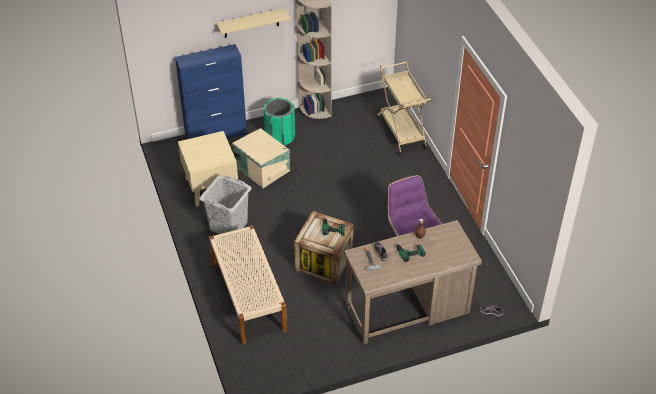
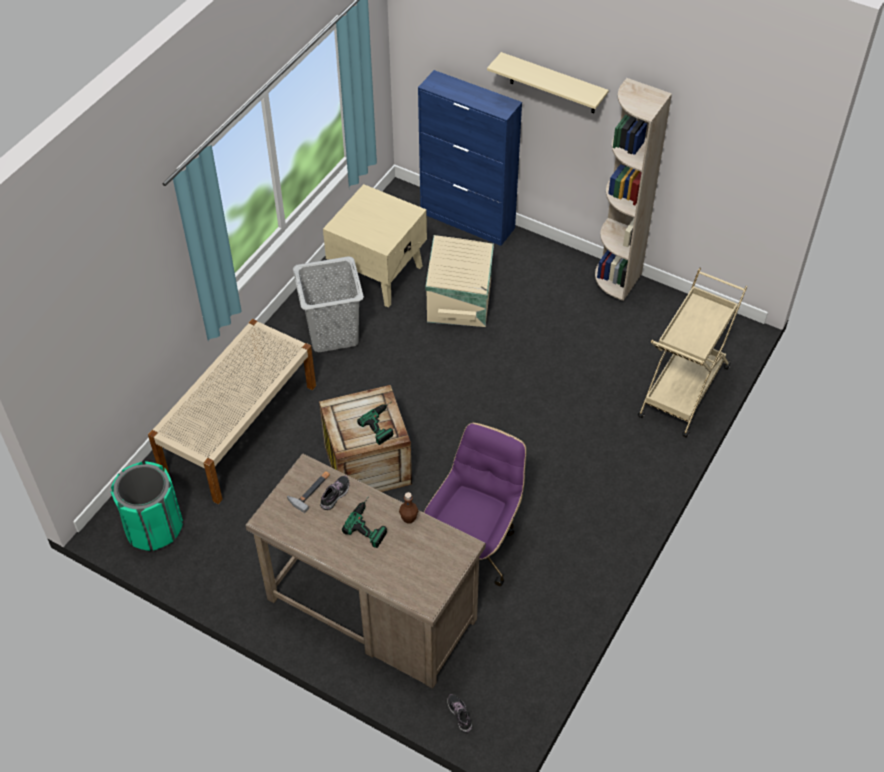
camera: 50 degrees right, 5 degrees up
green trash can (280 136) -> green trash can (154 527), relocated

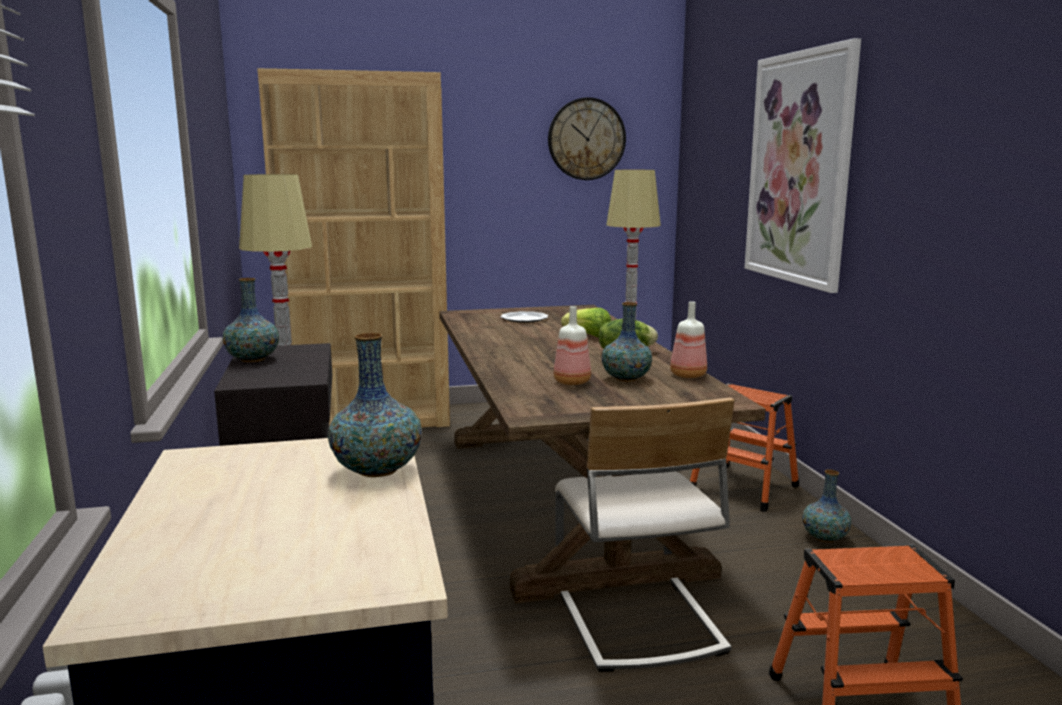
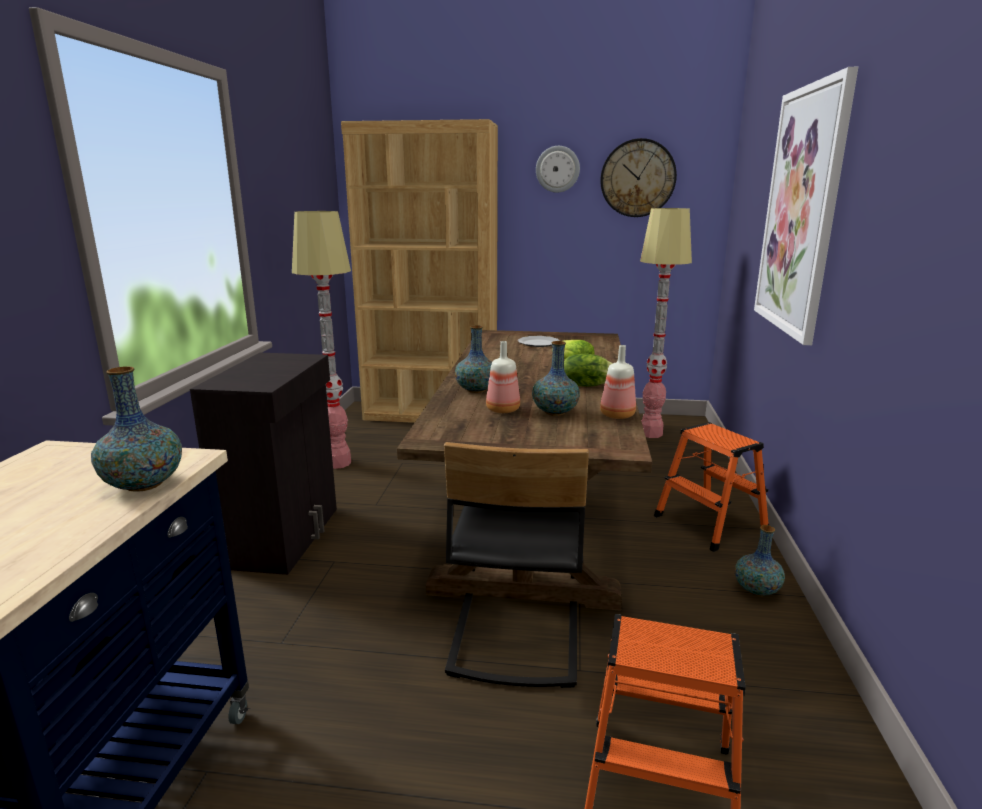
camera: 20 degrees right, 5 degrees up
none -> wall clock (557 169)
vase (253 359) -> vase (476 390), relocated
beige chair (635 618) -> black chair (515 632)

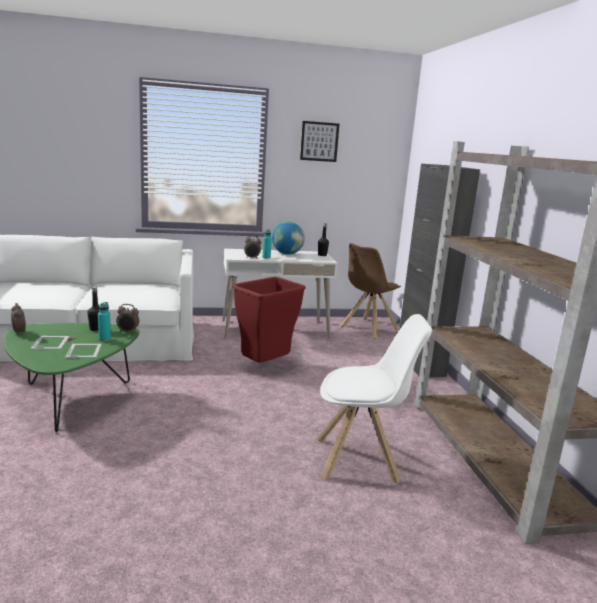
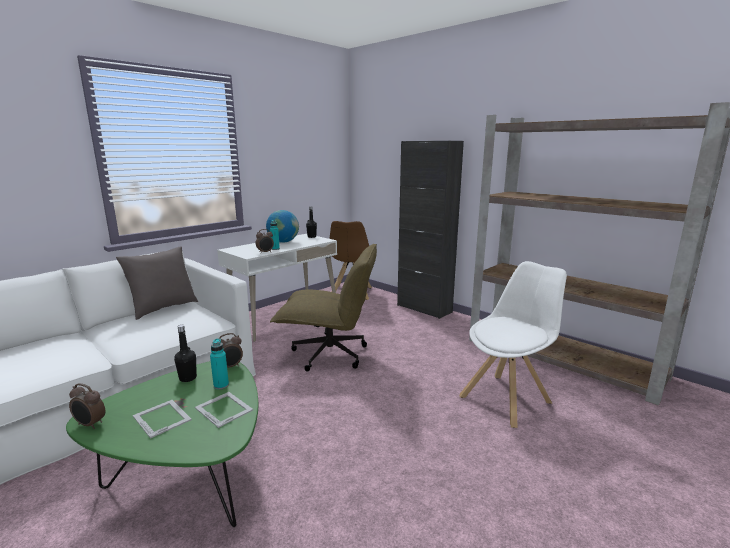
camera: 35 degrees left, 0 degrees up
picture (319 141) -> none
none -> grey pillow (163 308)
red trash can (265 367) -> beige office chair (328 354)

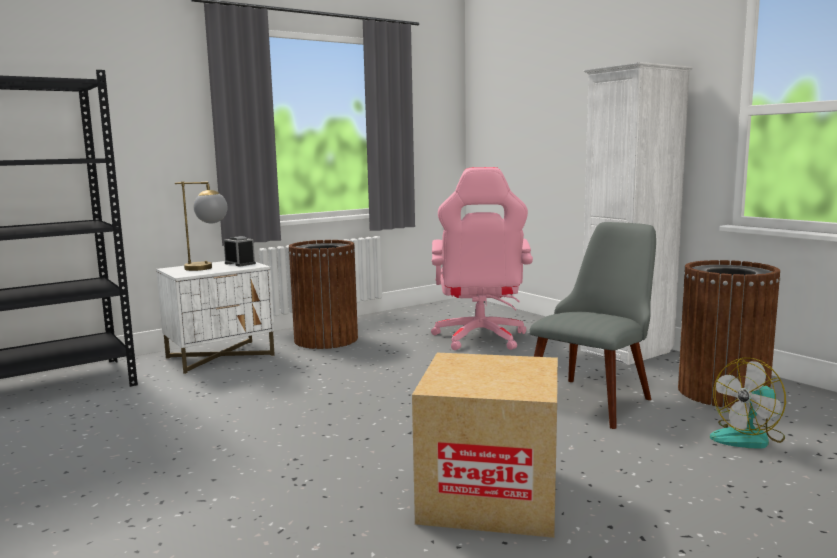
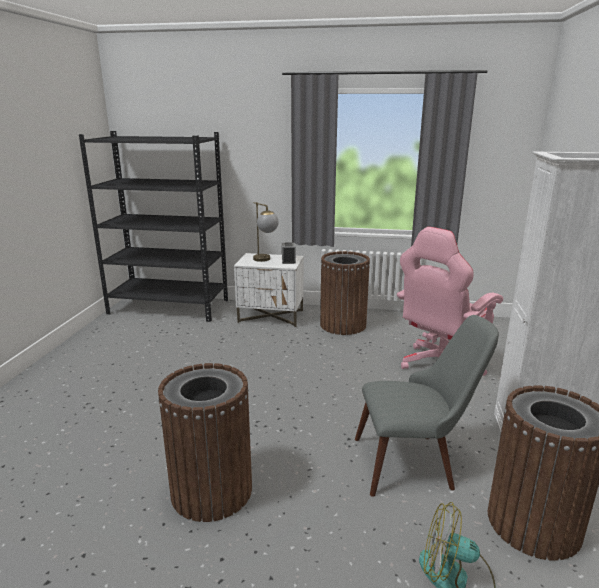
camera: 45 degrees right, 10 degrees up
cardboard box (490 496) -> brown trash can (211 491)

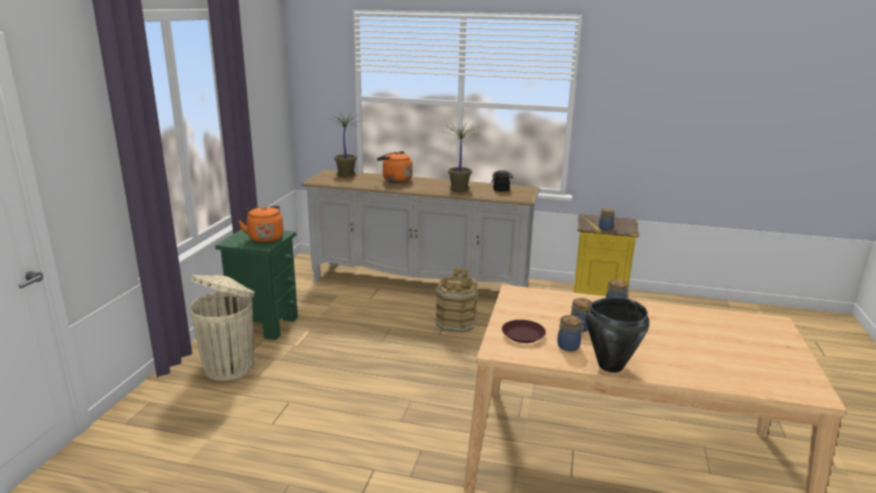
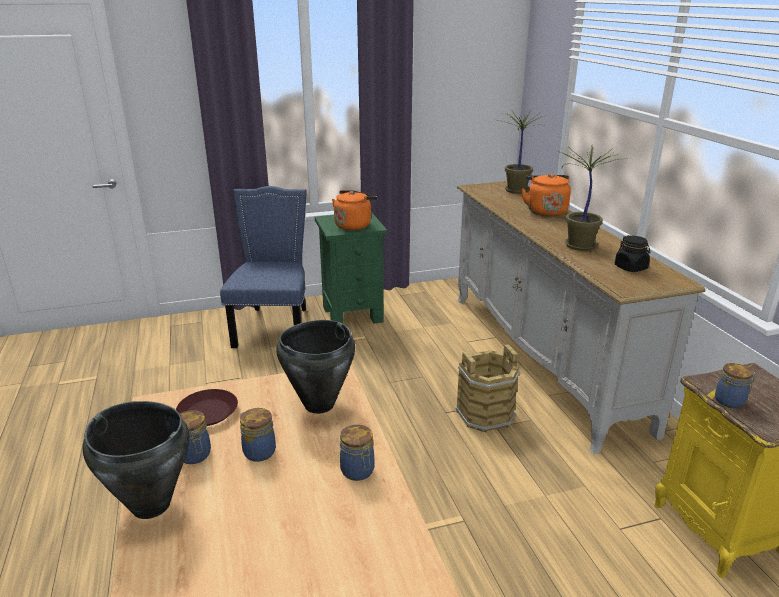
camera: 60 degrees right, 5 degrees up
none -> black cooking pot (318 404)
beige trash can (230 366) -> blue chair (273 329)

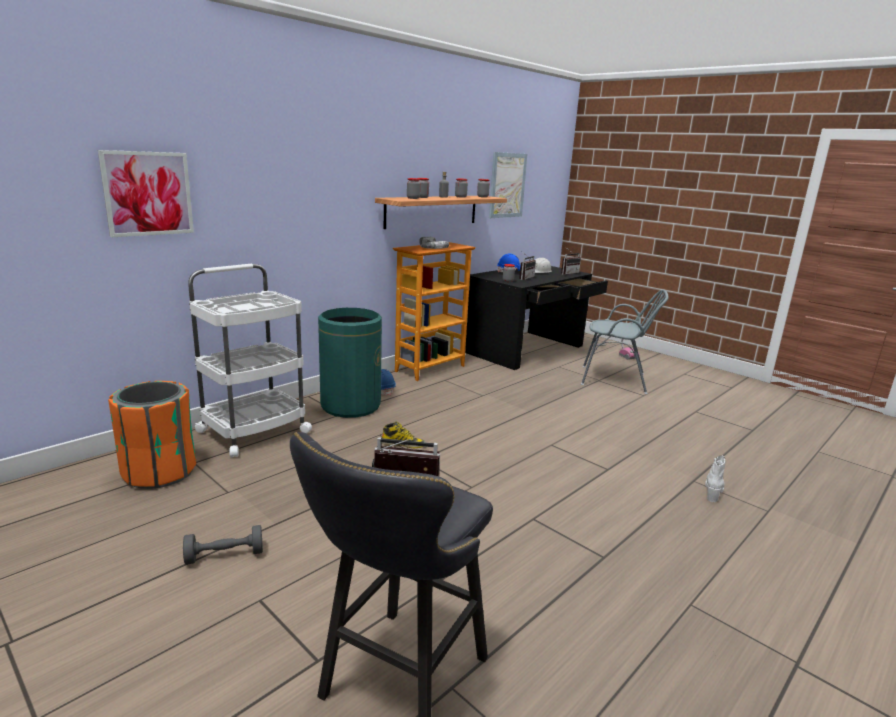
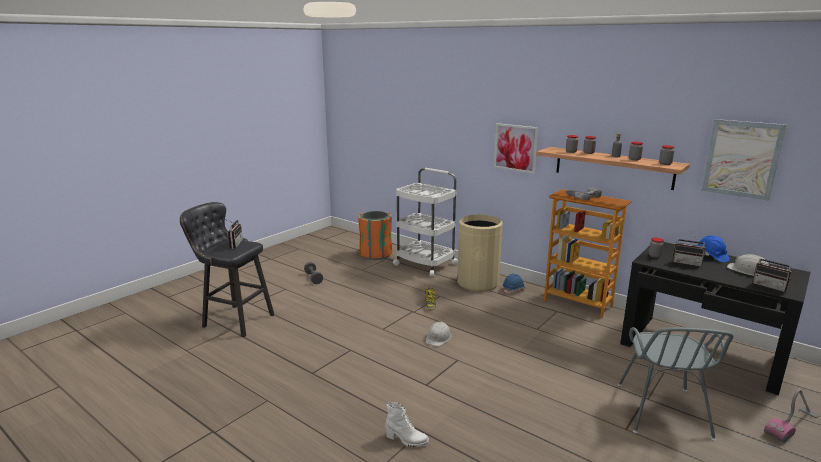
camera: 85 degrees right, 0 degrees up
none -> white hard hat (438 337)
picture (148 193) -> picture (515 148), relocated
green trash can (350 405) -> beige trash can (478 283)

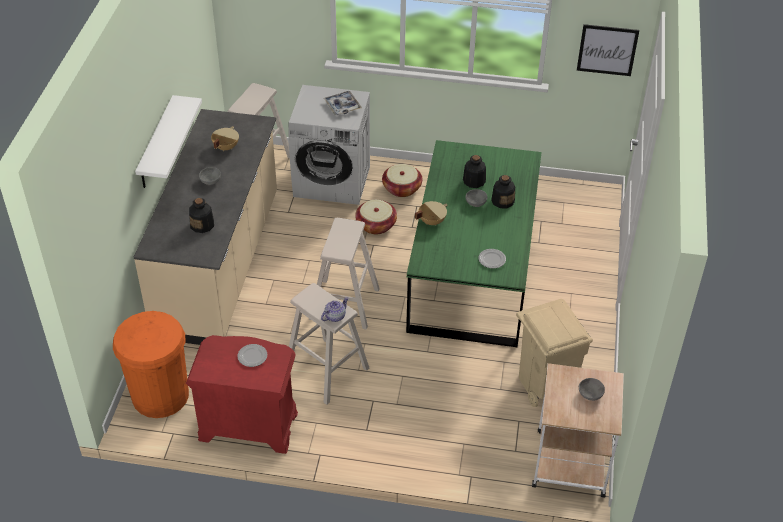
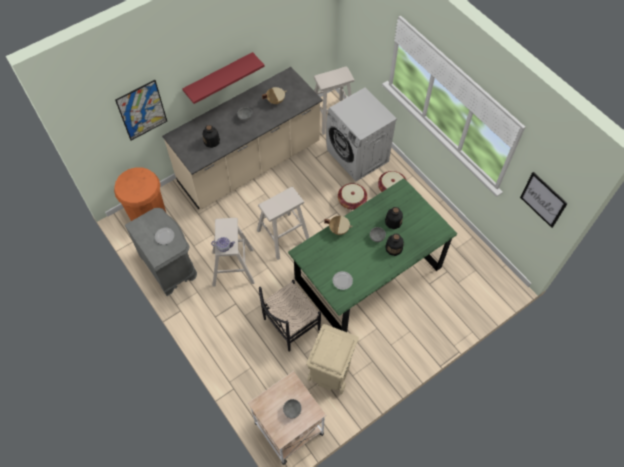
camera: 45 degrees right, 15 degrees up
tray (342 106) -> none
none -> picture (142 110)
none -> black chair (289 325)
white shelf (156 144) -> red shelf (219 77)
red nightstand (249 422) -> grey nightstand (169 264)

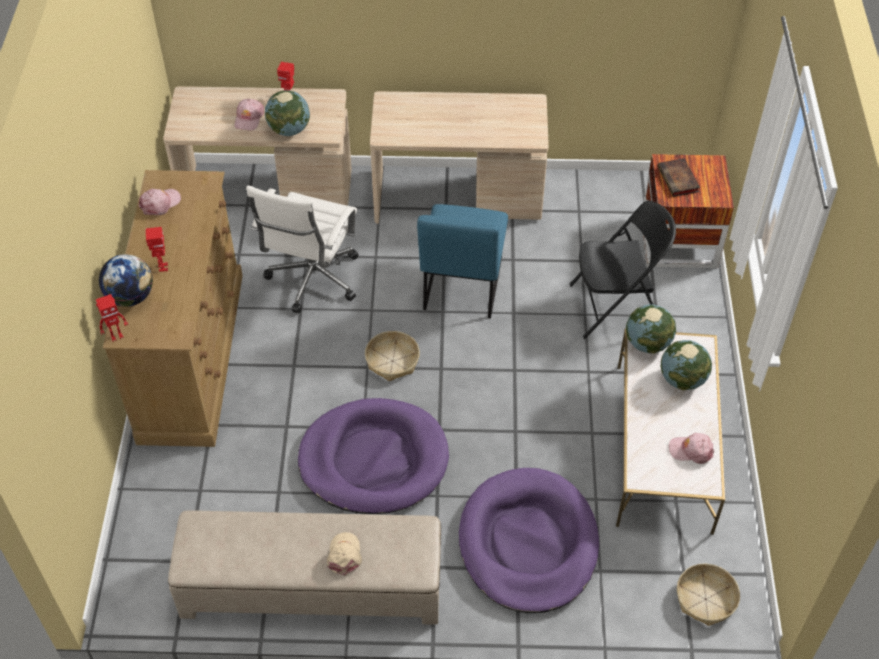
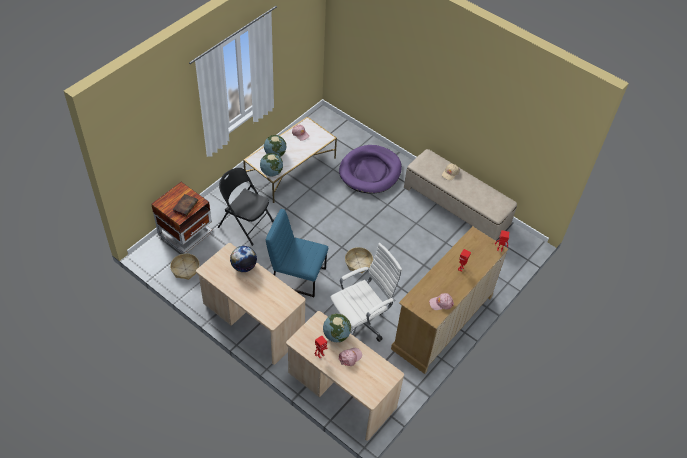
camera: 145 degrees left, 0 degrees up
purple dog bed (373 460) -> none
globe (131 297) -> globe (244 266), relocated
basket (705 599) -> basket (185 269), relocated
blue chair (461 285) -> blue chair (297 275), 120 degrees counterclockwise

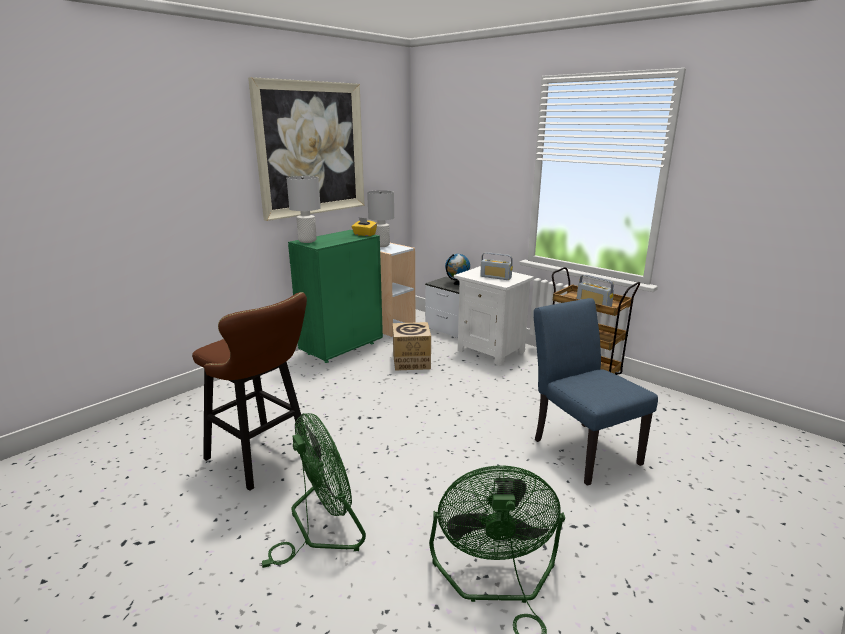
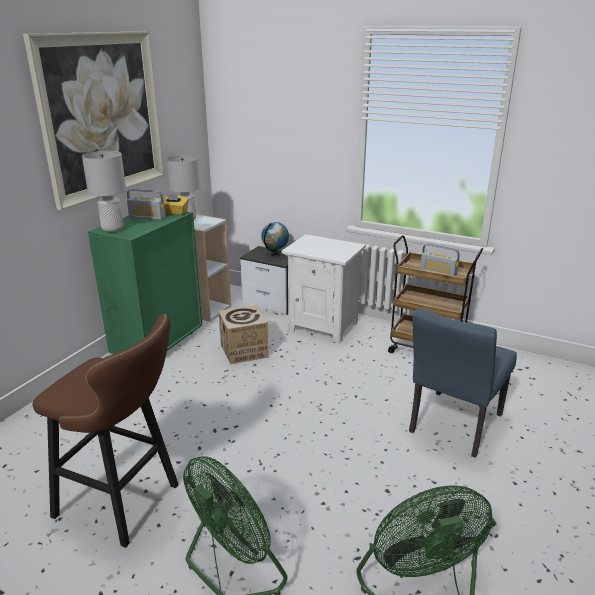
camera: 15 degrees left, 5 degrees up
radio (496 277) -> radio (147 217), relocated
blue chair (580 447) -> blue chair (452 427), 105 degrees counterclockwise

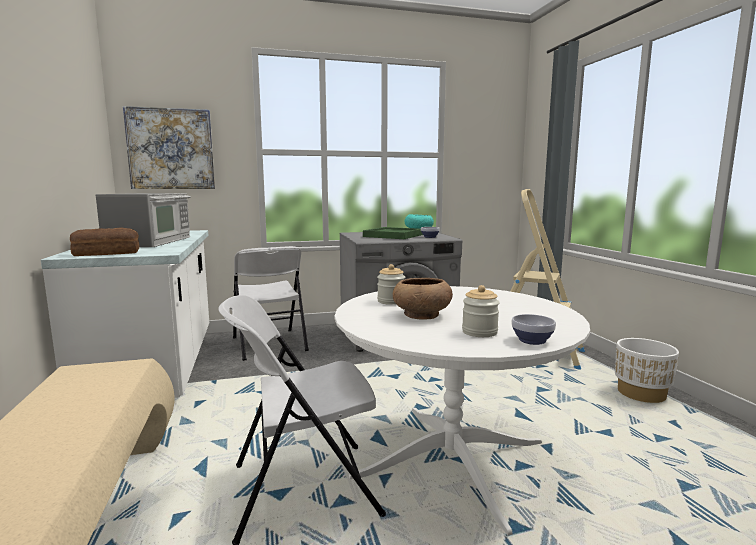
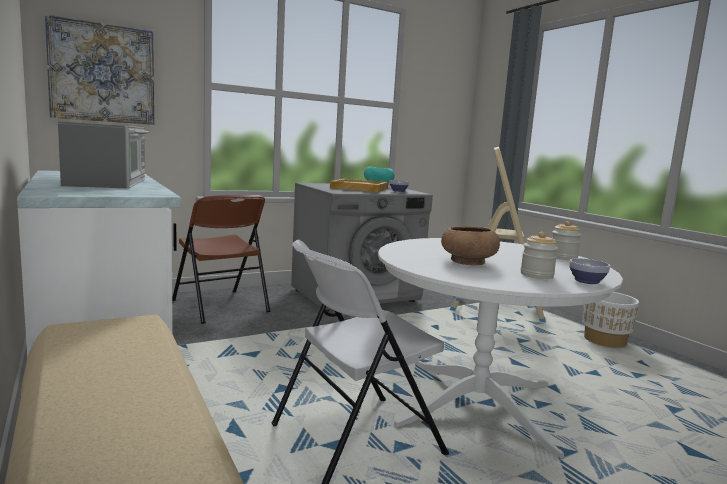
camera: 15 degrees left, 0 degrees up
bread (106 253) -> none
jar (391 301) -> jar (563 257), relocated
white chair (269 344) -> brown chair (219 306)
green tray (392 235) -> beige tray (359 188)

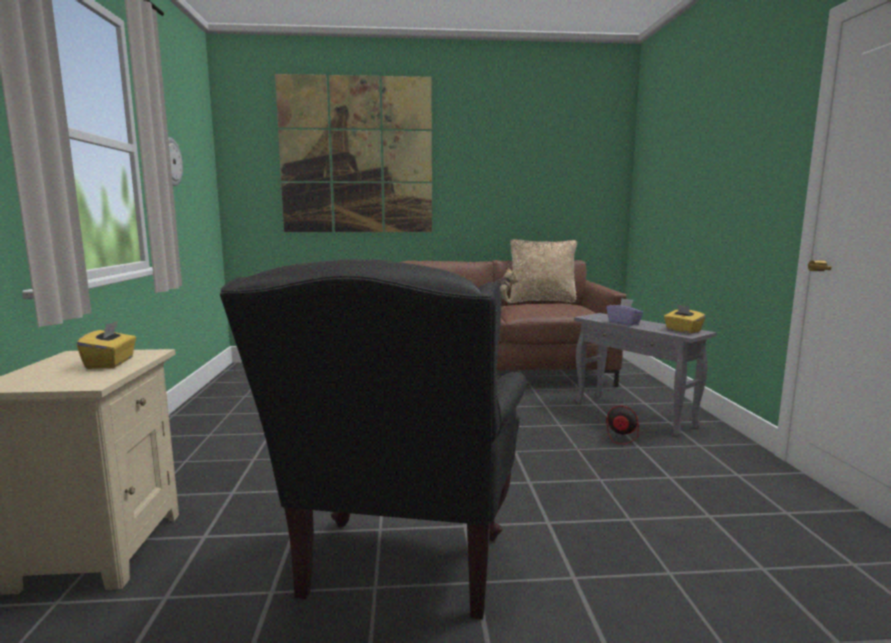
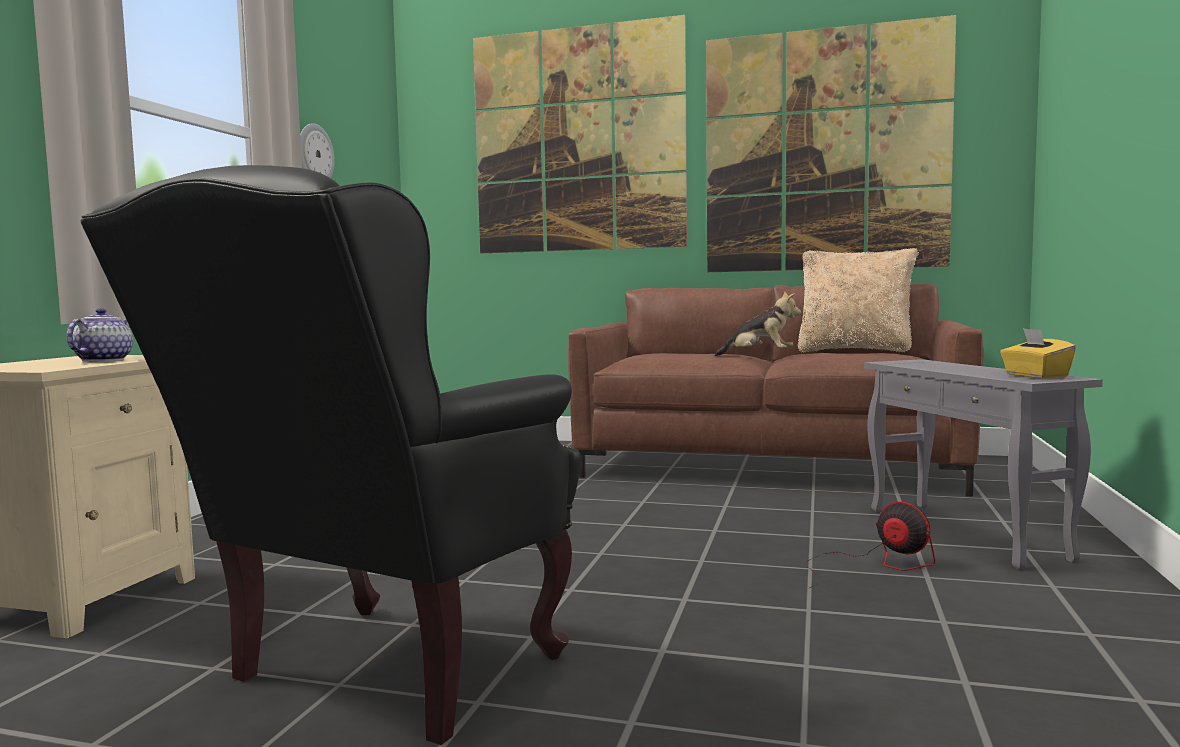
camera: 20 degrees right, 5 degrees down
purple tissue box (624 323) -> none
none -> picture (824 151)
yellow tissue box (111 363) -> teapot (104 360)

